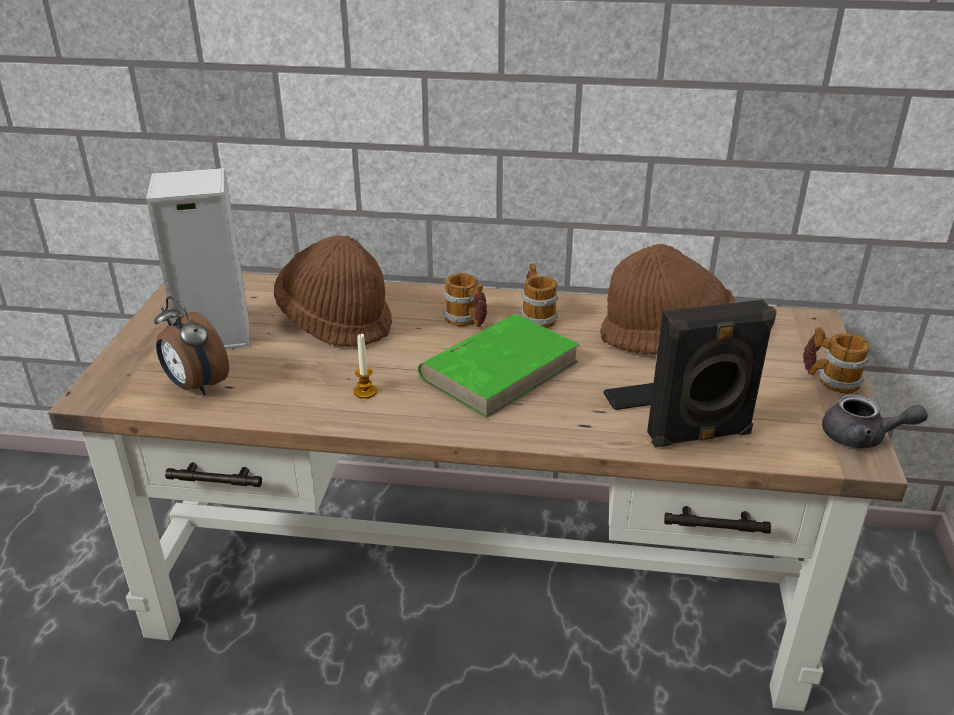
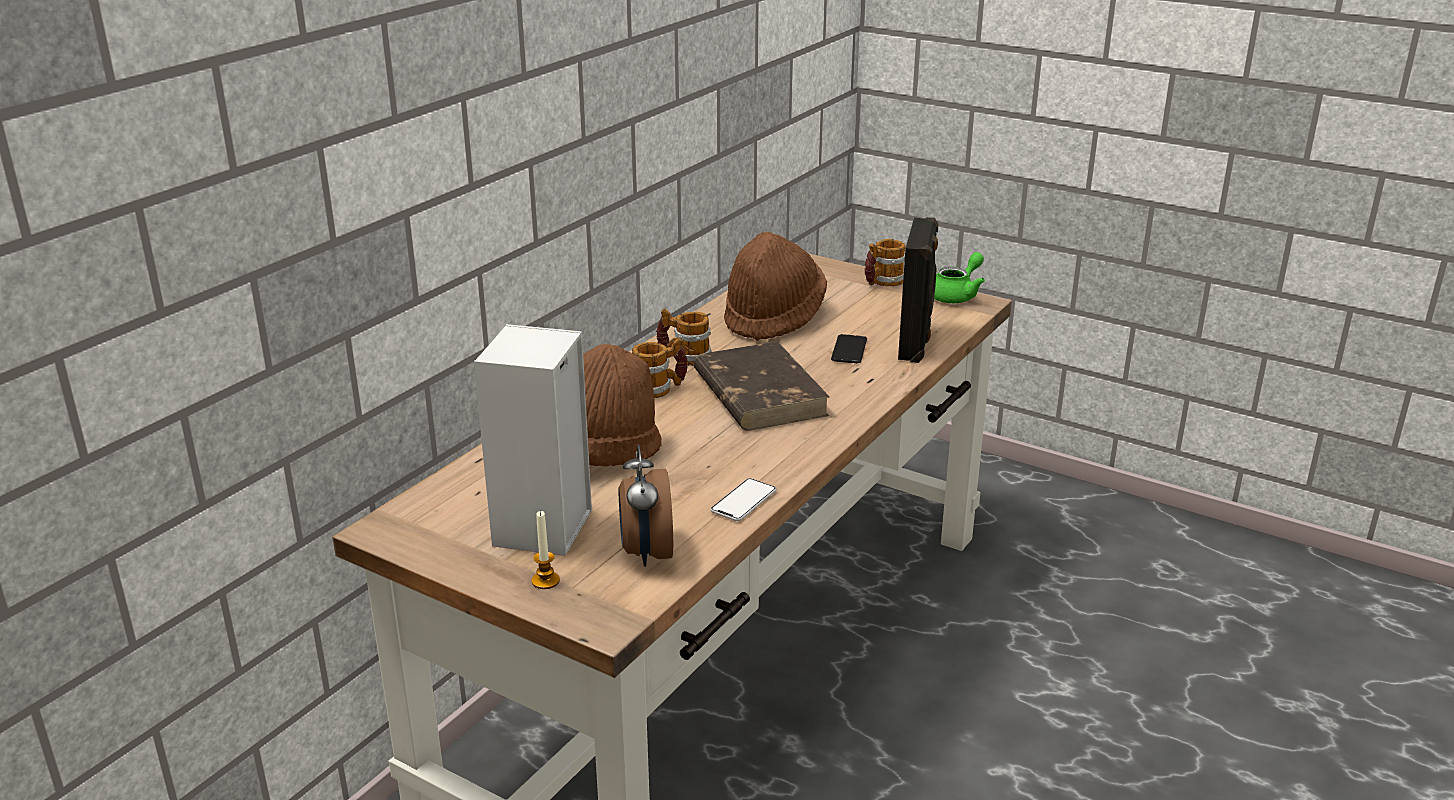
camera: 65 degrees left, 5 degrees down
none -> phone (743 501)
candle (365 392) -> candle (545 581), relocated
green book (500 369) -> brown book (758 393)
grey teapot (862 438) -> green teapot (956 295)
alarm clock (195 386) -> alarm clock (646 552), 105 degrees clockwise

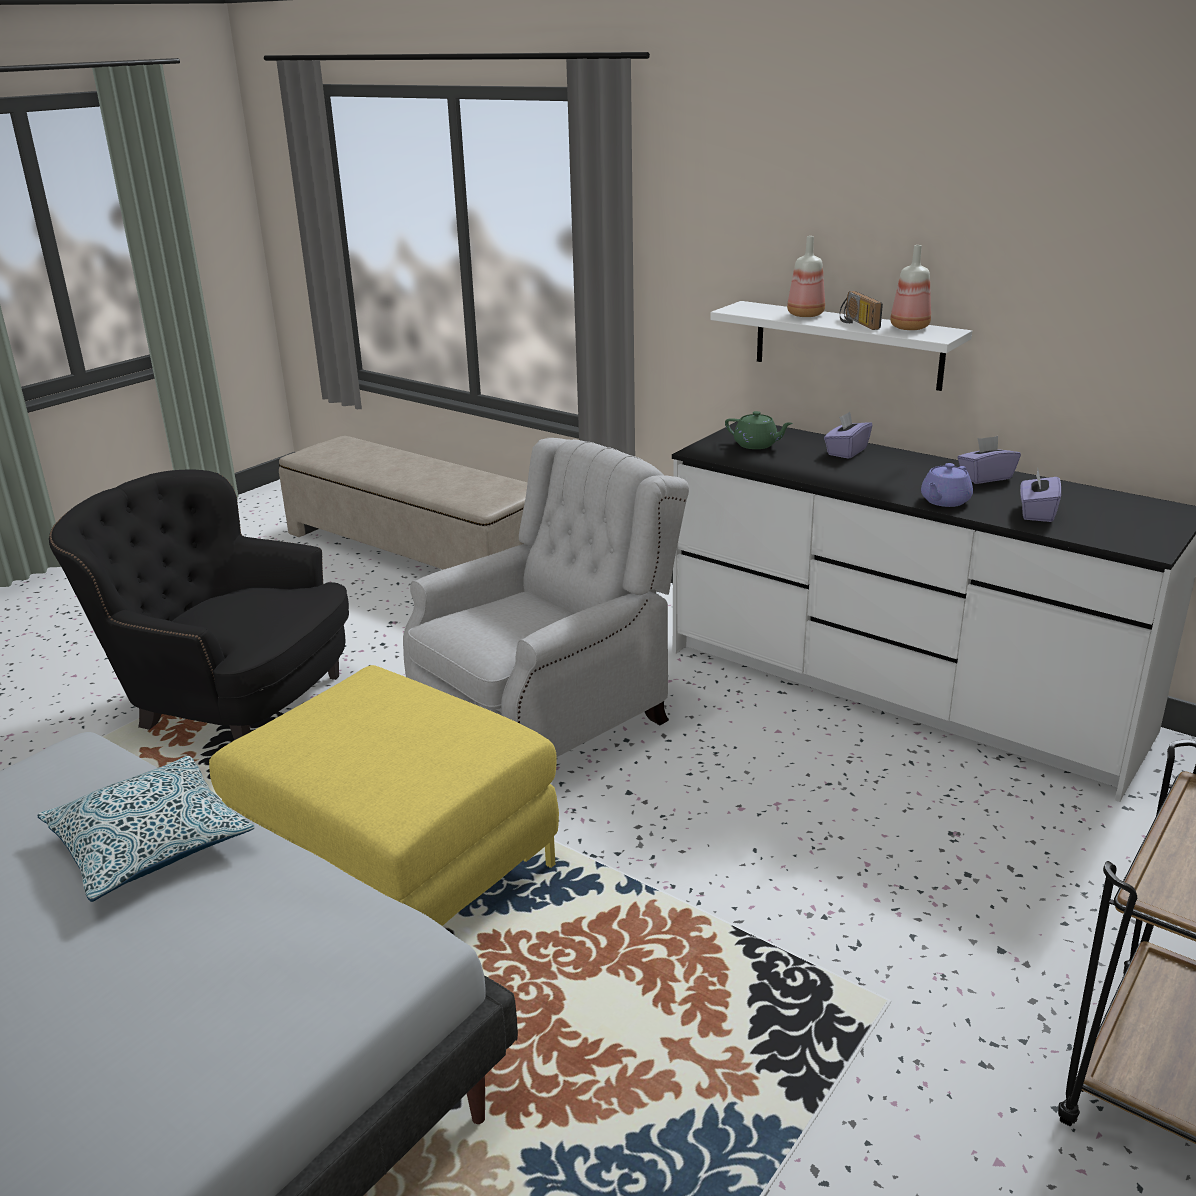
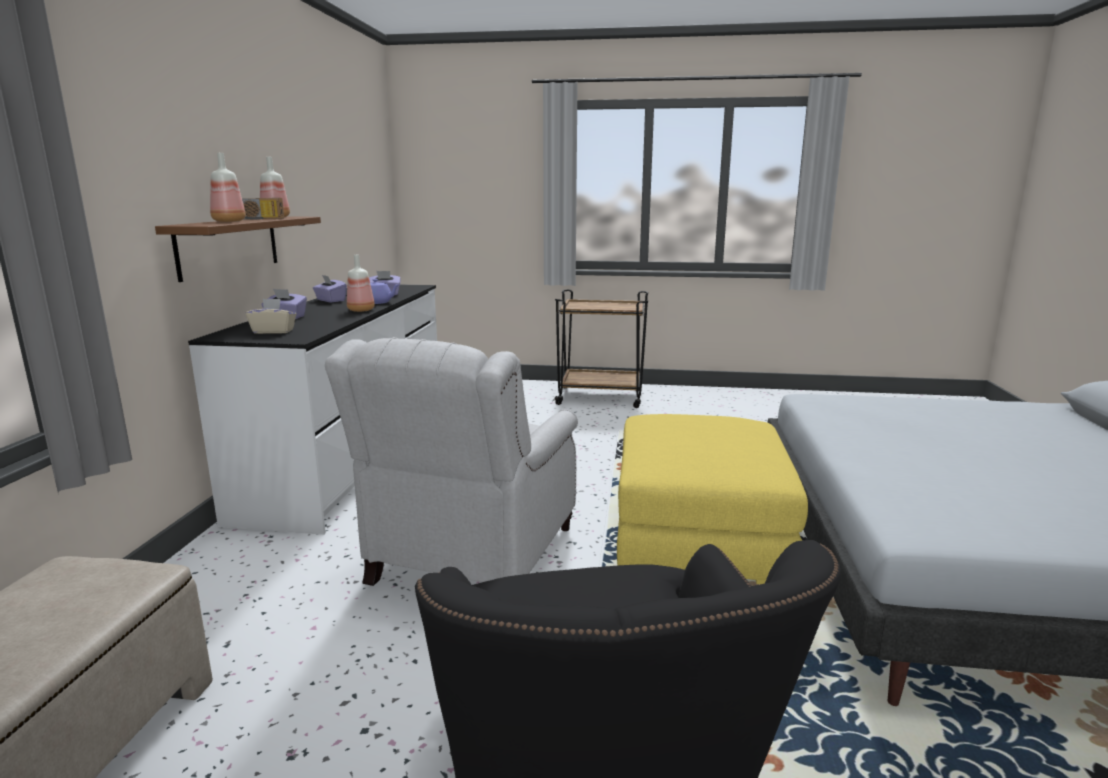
camera: 120 degrees left, 10 degrees down
pillow (150 843) -> none
none -> bottle (361 310)
green teapot (756 445) -> beige tissue box (273 331)
white shelf (847 345) -> brown shelf (229 246)
white armchair (546 722) -> white armchair (473 556), 90 degrees counterclockwise

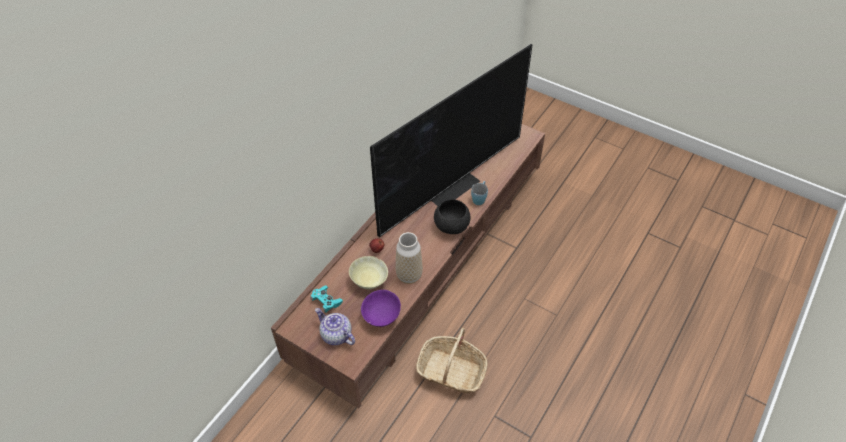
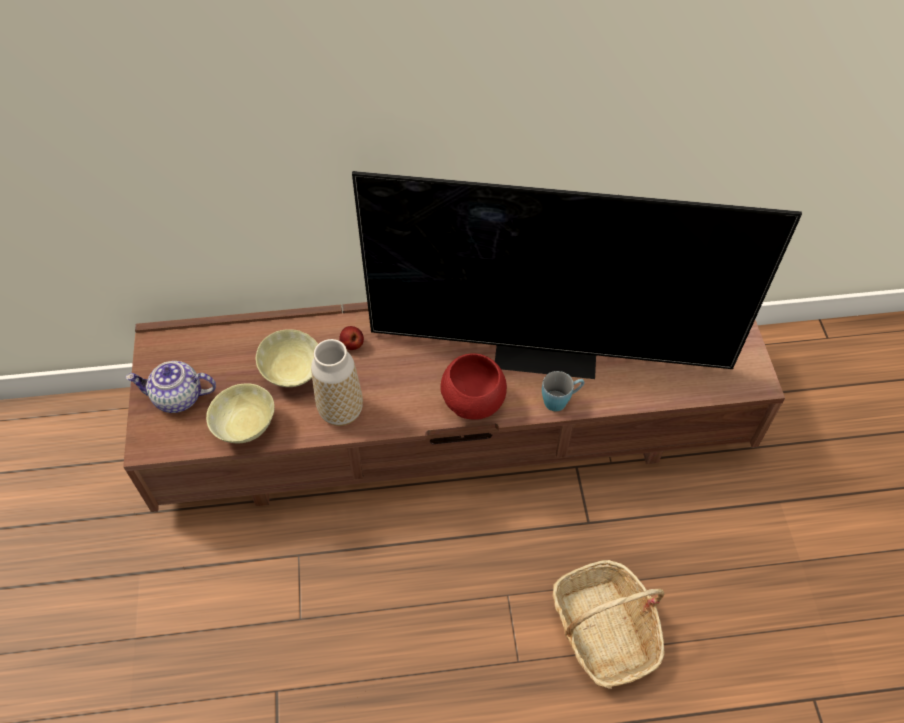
camera: 50 degrees right, 5 degrees up
turquoise game controller (326 301) -> none
basket (451 371) -> basket (604 630), relocated
purple bowl (381 317) -> beige bowl (245 427)
black bowl (451 227) -> red bowl (472 402)
teapot (336 335) -> teapot (177 398), 90 degrees counterclockwise

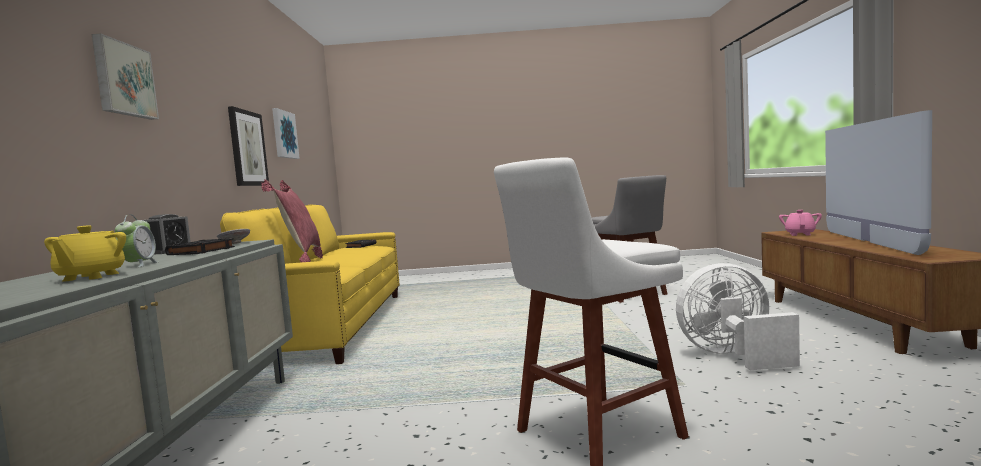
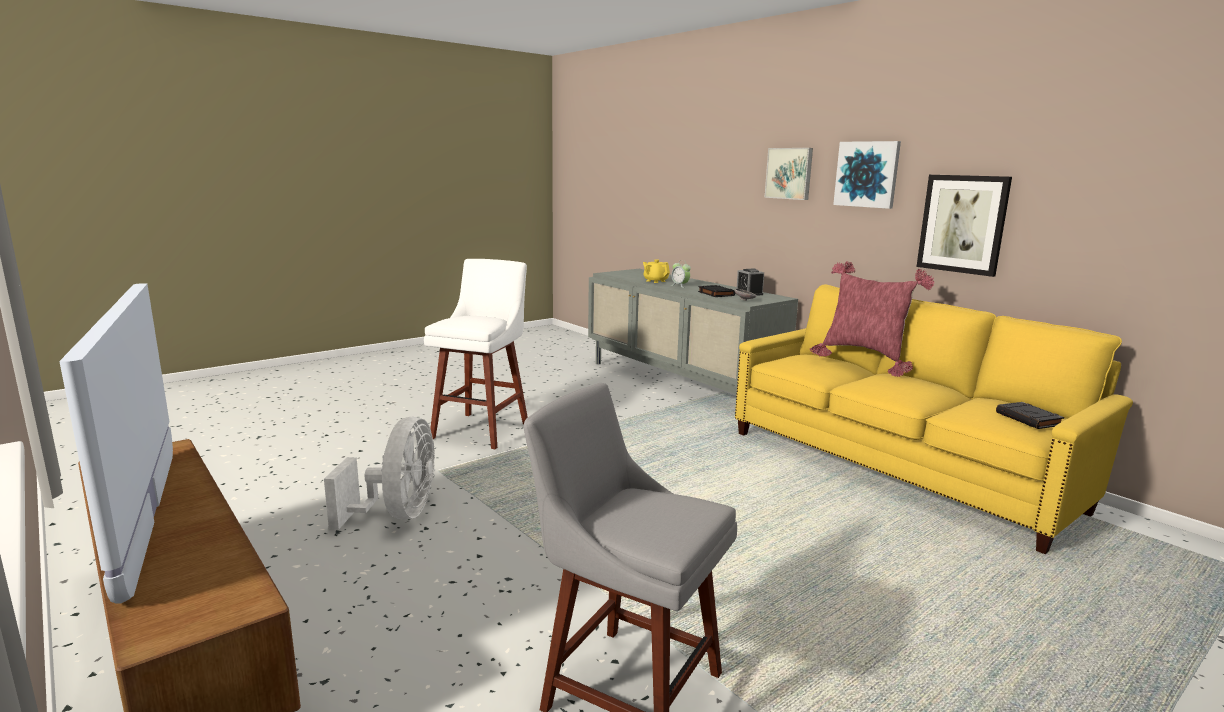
camera: 140 degrees right, 10 degrees up
pink teapot (800 234) -> none
picture (284 134) -> picture (867 174), relocated
white fan (732 356) -> white fan (398 514), 45 degrees counterclockwise

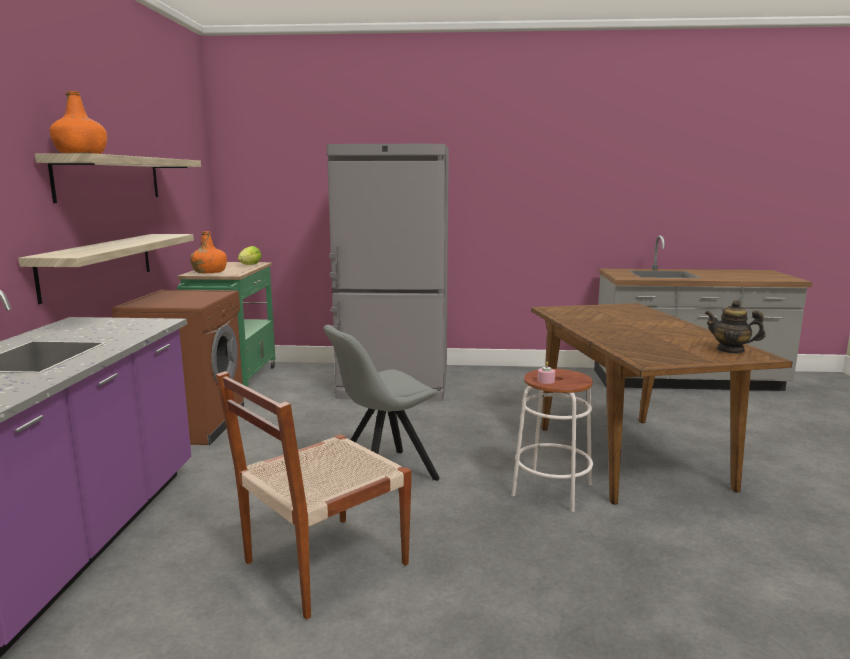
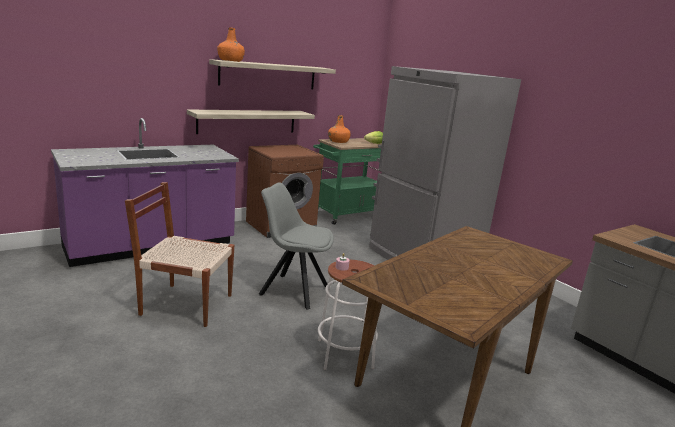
camera: 50 degrees right, 5 degrees up
teapot (730 350) -> none

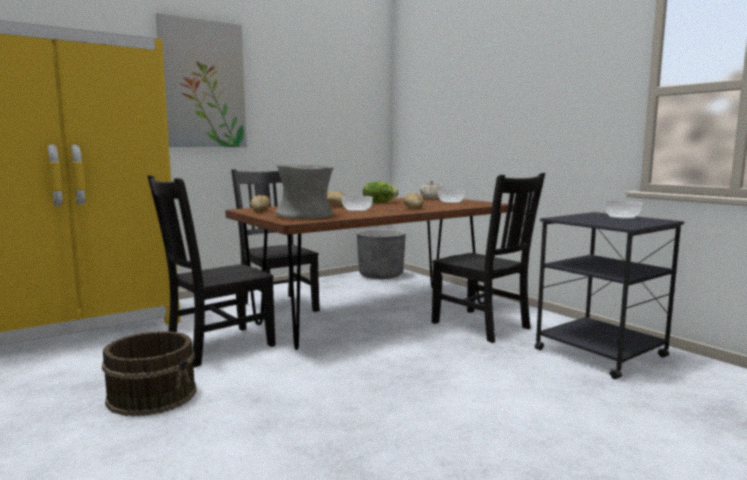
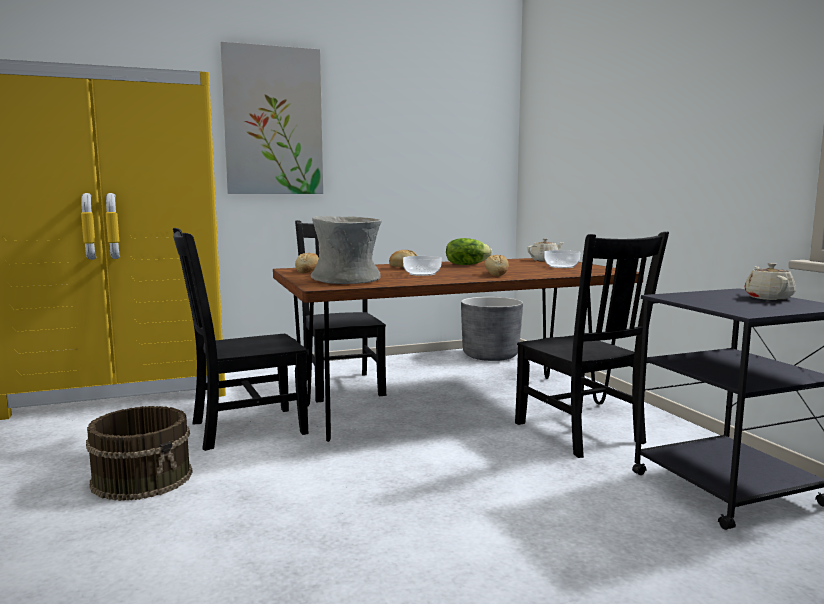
camera: 15 degrees right, 0 degrees up
bowl (622 217) -> beige teapot (768 298)

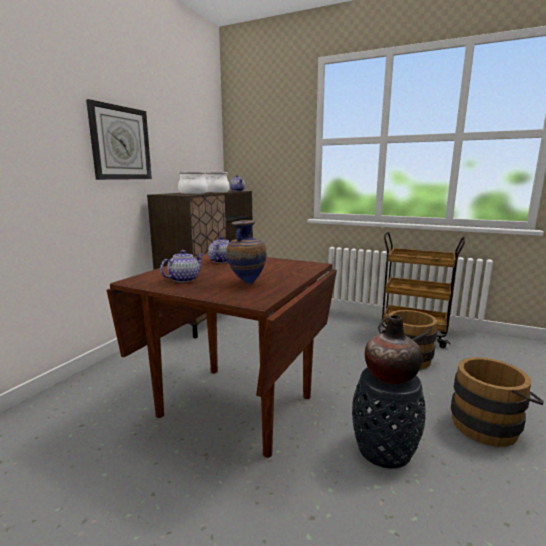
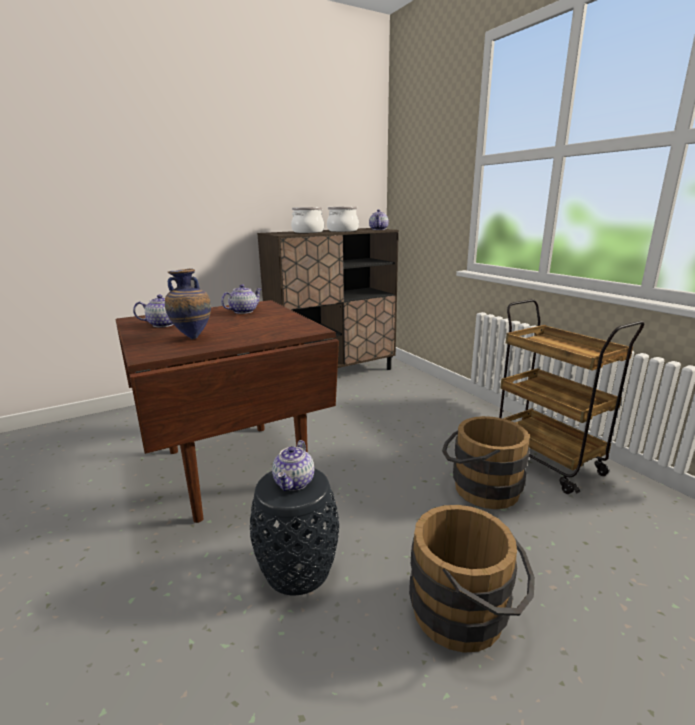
camera: 35 degrees right, 5 degrees up
wall clock (120 143) -> none
vase (390 376) -> teapot (294 482)

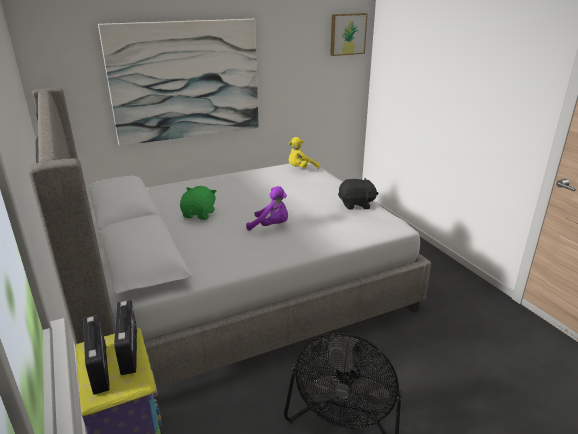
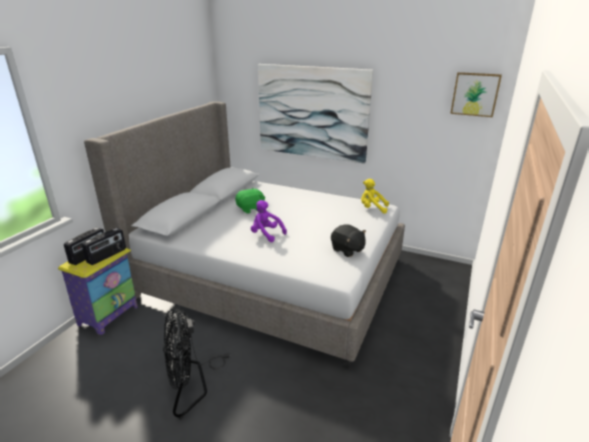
camera: 50 degrees right, 0 degrees up
purple plush toy (271 226) -> purple plush toy (266 234), 150 degrees clockwise

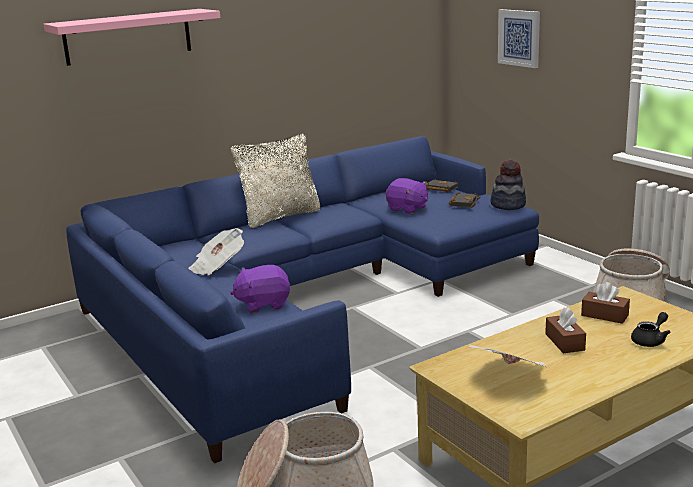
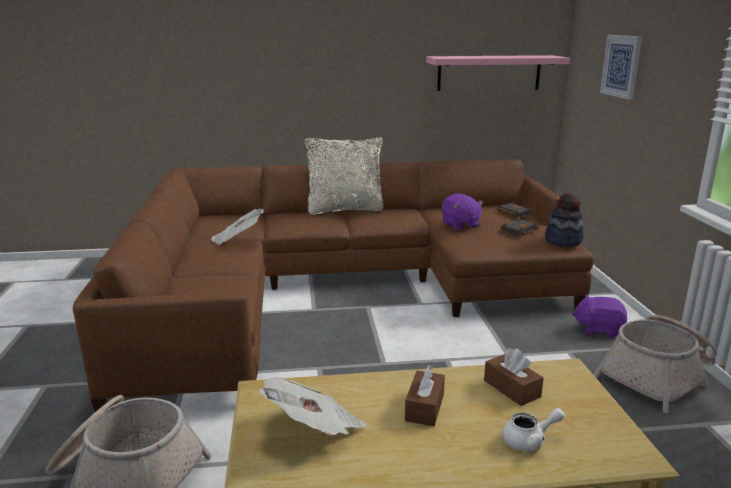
camera: 25 degrees right, 0 degrees up
pink shelf (128 36) -> pink shelf (489 73), relocated
purple plush toy (263 304) -> purple plush toy (598 329), relocated
blue sofa (304 299) -> brown sofa (337 288)
black teapot (650 340) -> white teapot (529 441)

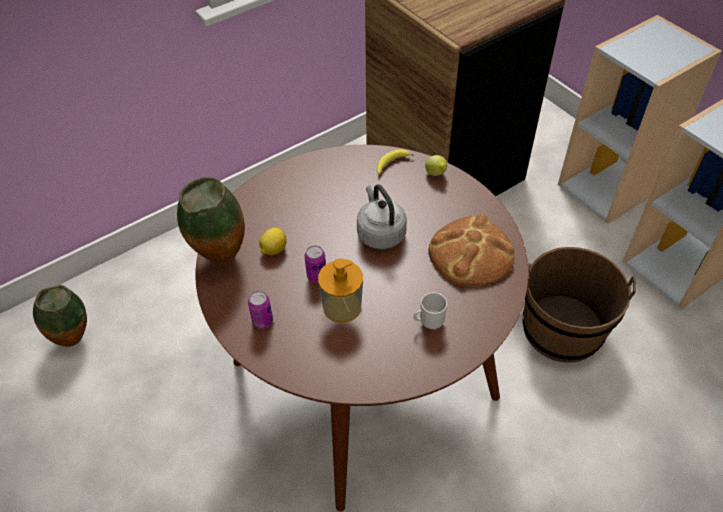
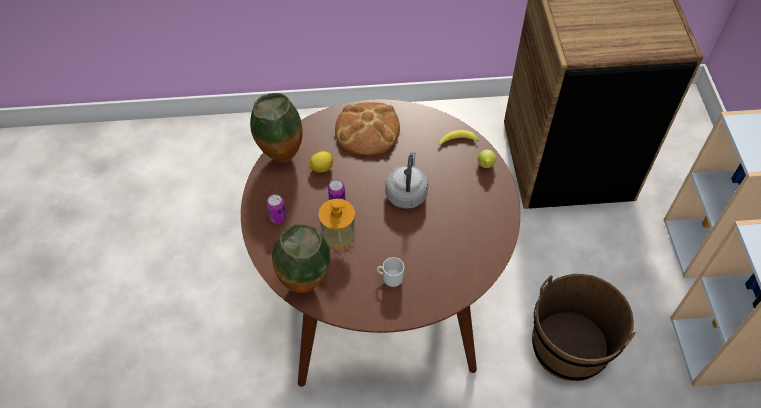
camera: 30 degrees right, 5 degrees up
vase (74 339) -> vase (305 283), relocated
bread (471 253) -> bread (367 130), relocated

